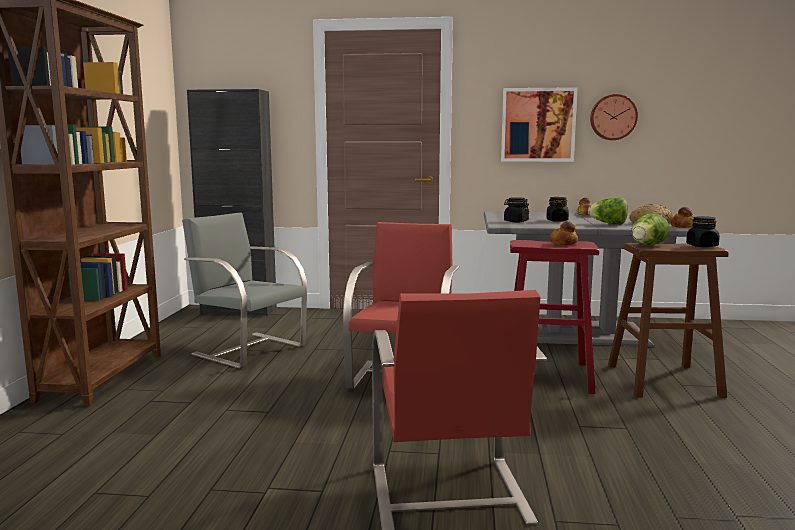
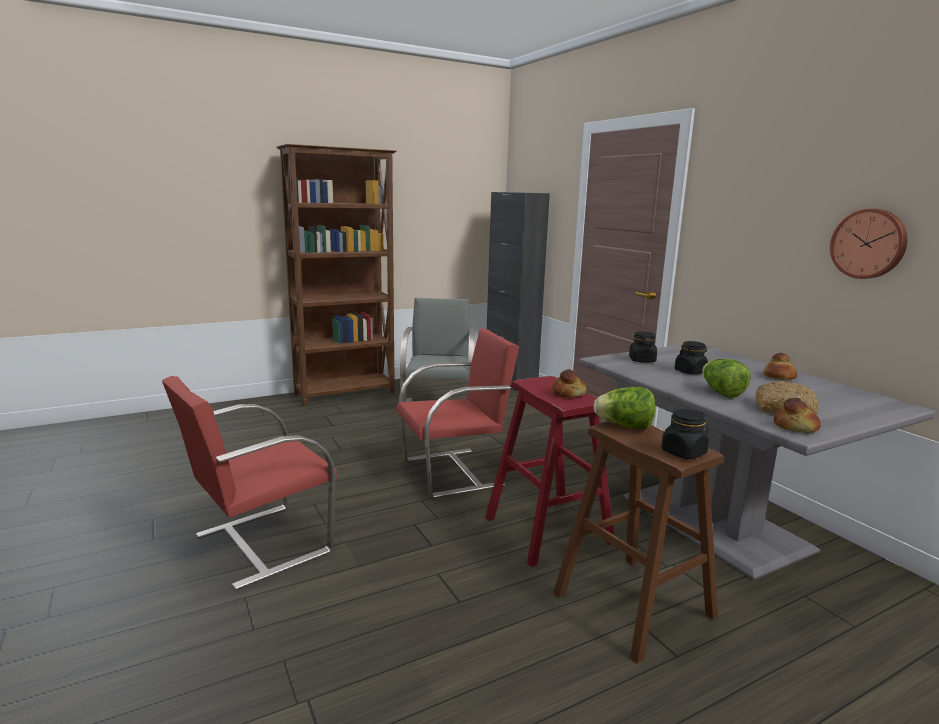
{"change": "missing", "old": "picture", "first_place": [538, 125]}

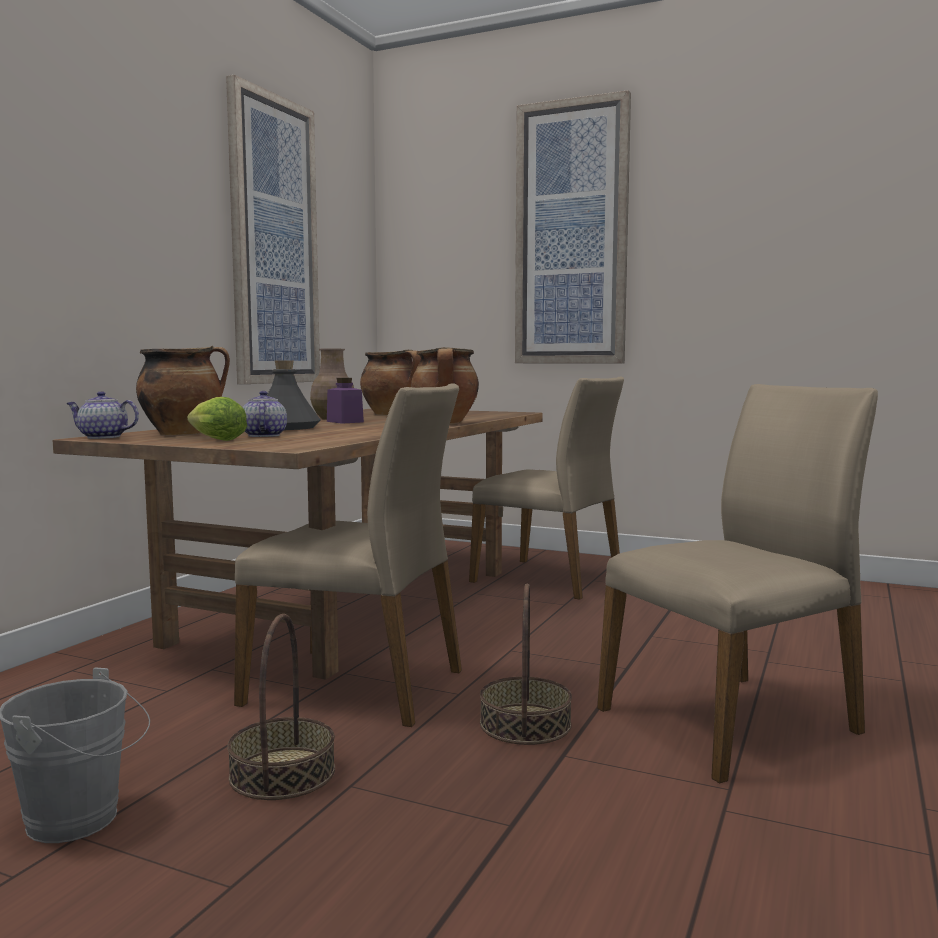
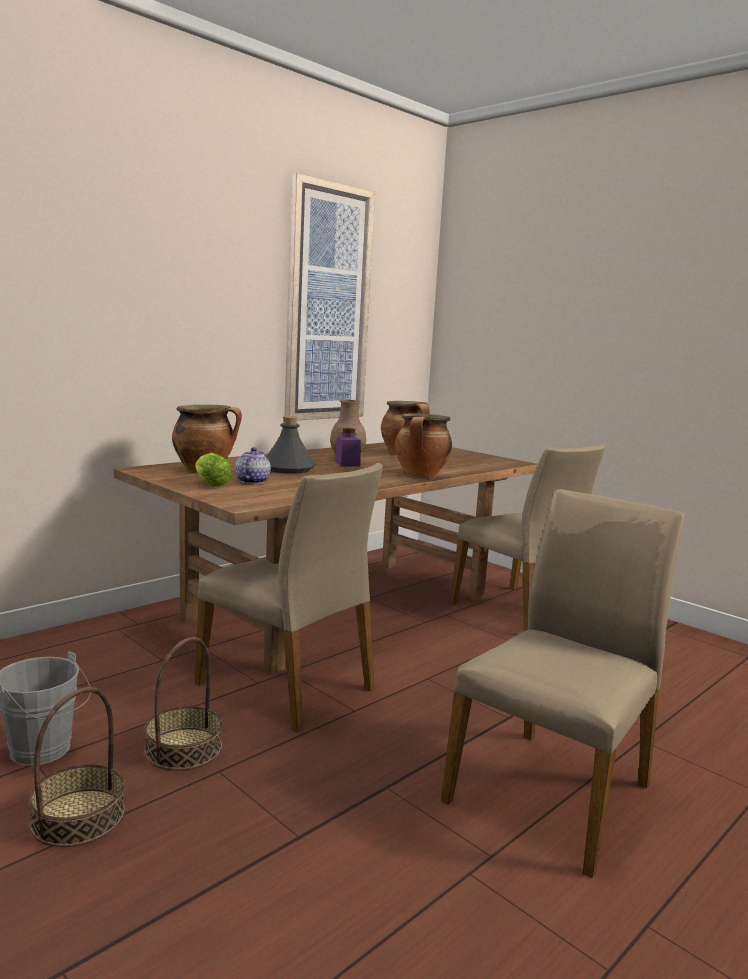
{"change": "relocated", "old": "basket", "first_place": [525, 724], "second_place": [78, 817]}
{"change": "spun", "old": "beige chair", "first_place": [732, 721], "second_place": [553, 792], "degrees": -45}
{"change": "missing", "old": "teapot", "first_place": [102, 437]}
{"change": "missing", "old": "picture", "first_place": [571, 234]}

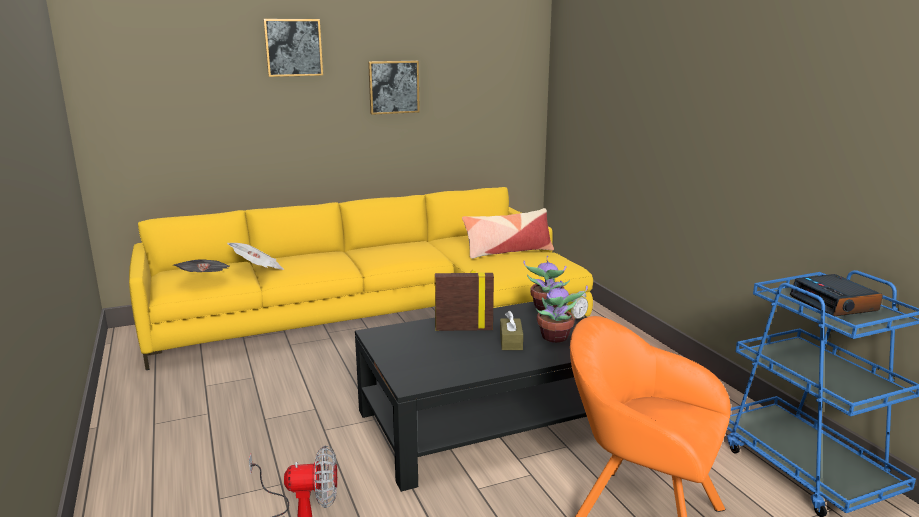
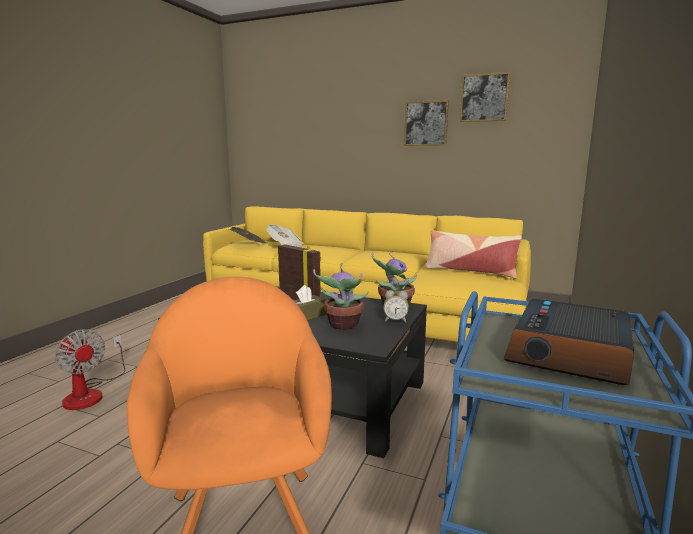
{"change": "relocated", "old": "picture", "first_place": [293, 47], "second_place": [484, 98]}

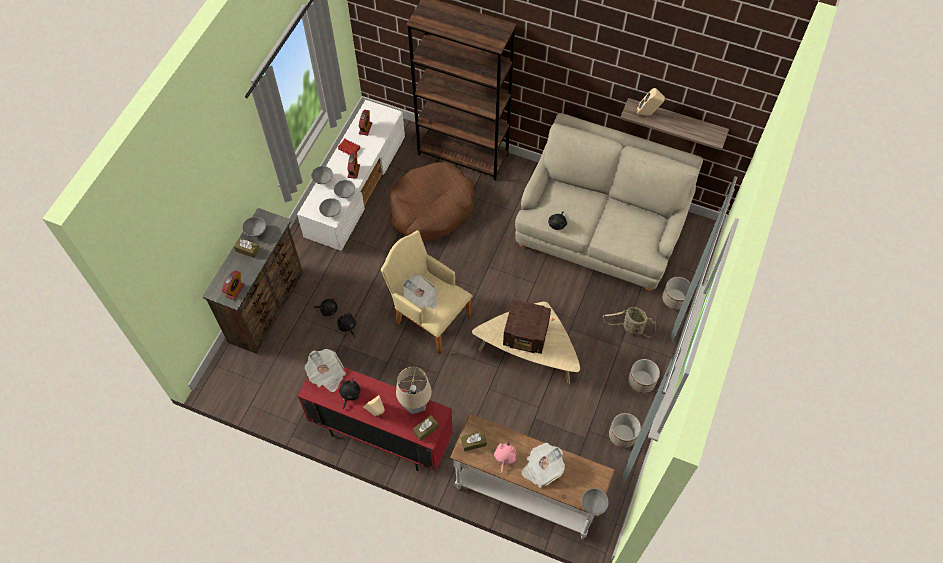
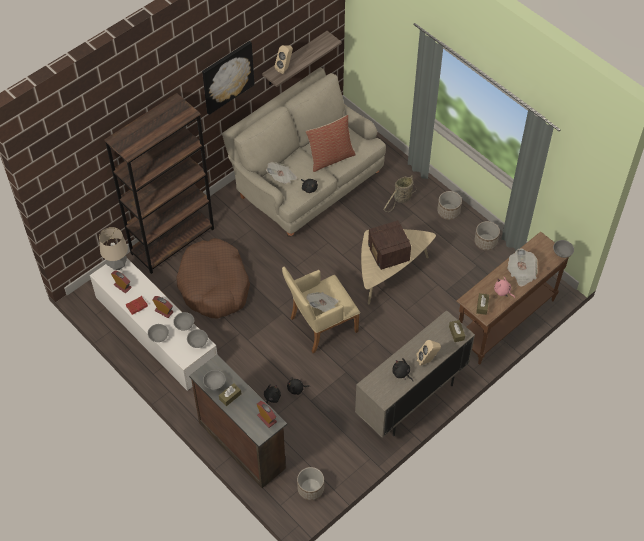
{"change": "relocated", "old": "table lamp", "first_place": [415, 405], "second_place": [117, 265]}
{"change": "appeared", "new": "picture", "second_place": [227, 77]}
{"change": "relocated", "old": "newspaper", "first_place": [327, 375], "second_place": [282, 178]}
{"change": "relocated", "old": "planter", "first_place": [675, 299], "second_place": [310, 488]}
{"change": "appeared", "new": "pillow", "second_place": [330, 158]}
{"change": "colour", "old": "red cabinet", "new": "beige cabinet", "first_place": [382, 436], "second_place": [411, 399]}
{"change": "spun", "old": "radio", "first_place": [526, 335], "second_place": [388, 254], "degrees": 120}
{"change": "colour", "old": "white console table", "new": "brown console table", "first_place": [526, 494], "second_place": [504, 320]}

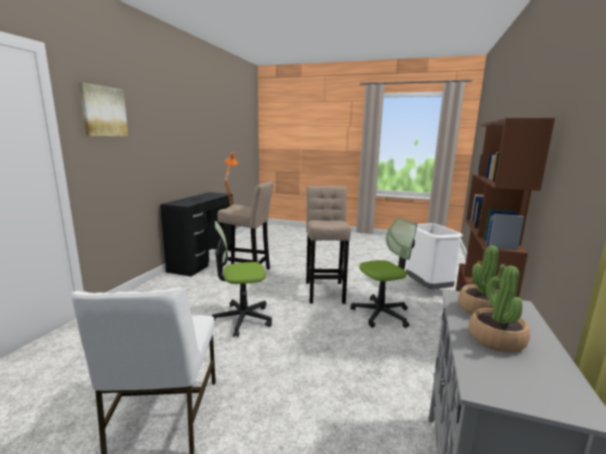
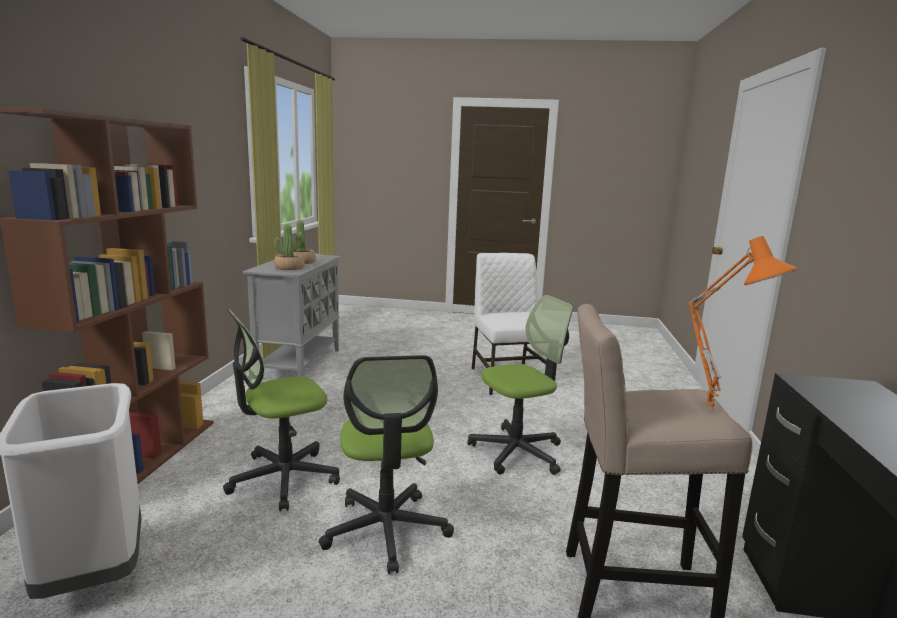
{"change": "exchanged", "old": "beige stool", "new": "office chair", "first_place": [325, 291], "second_place": [386, 530]}
{"change": "missing", "old": "picture", "first_place": [103, 111]}

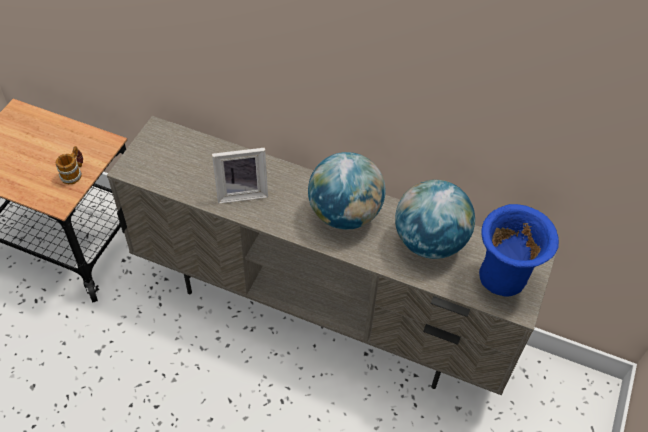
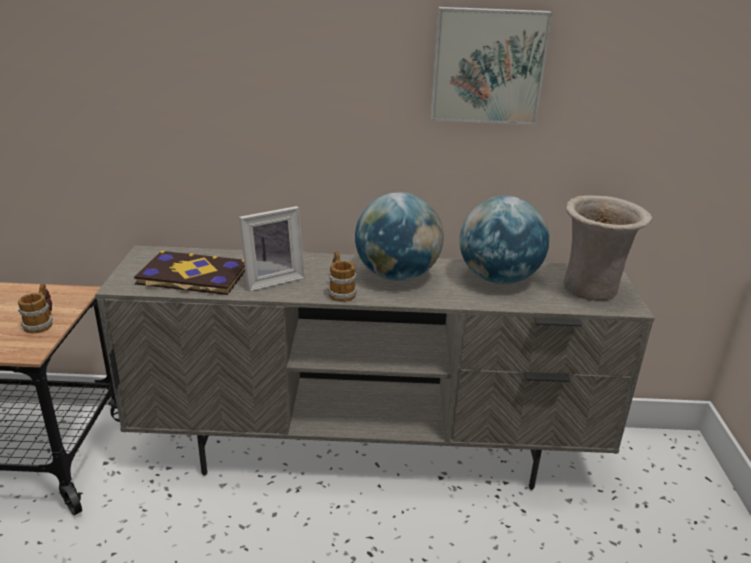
{"change": "appeared", "new": "book", "second_place": [192, 276]}
{"change": "appeared", "new": "mug", "second_place": [340, 292]}
{"change": "appeared", "new": "picture", "second_place": [487, 66]}
{"change": "colour", "old": "blue vase", "new": "beige vase", "first_place": [503, 279], "second_place": [592, 290]}

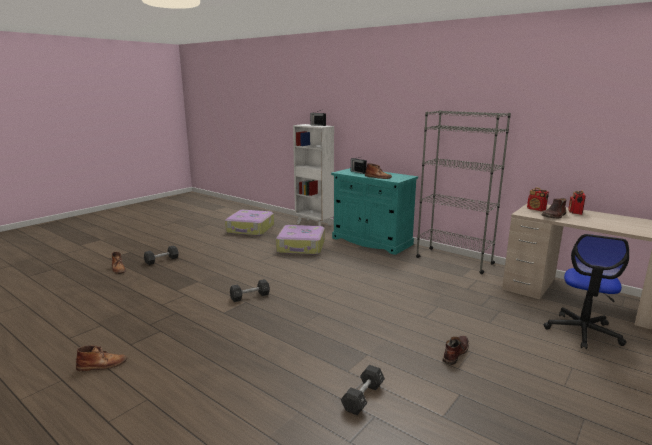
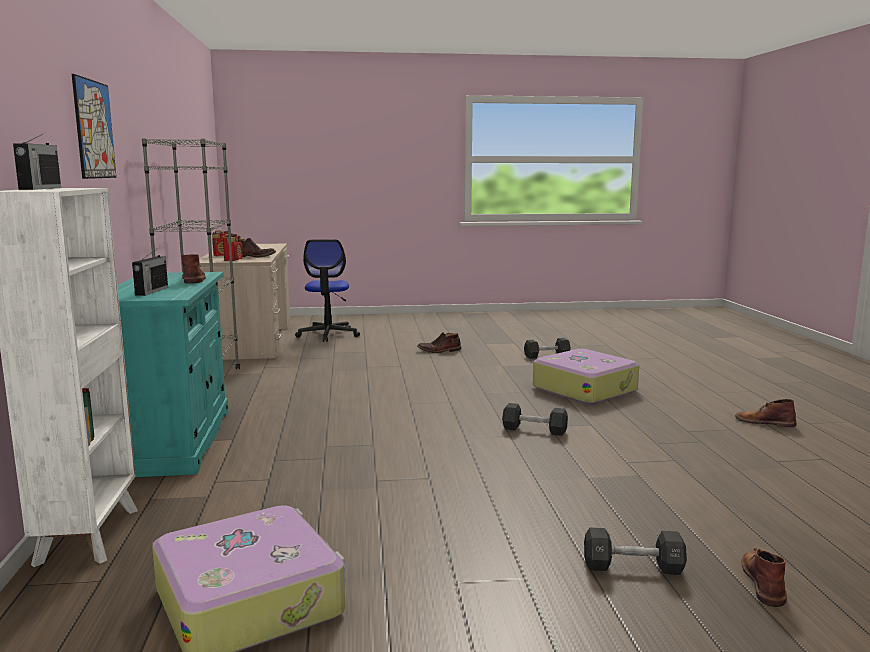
{"change": "appeared", "new": "picture", "second_place": [94, 129]}
{"change": "spun", "old": "office chair", "first_place": [582, 332], "second_place": [328, 335], "degrees": 105}
{"change": "relocated", "old": "suitcase", "first_place": [301, 247], "second_place": [585, 388]}

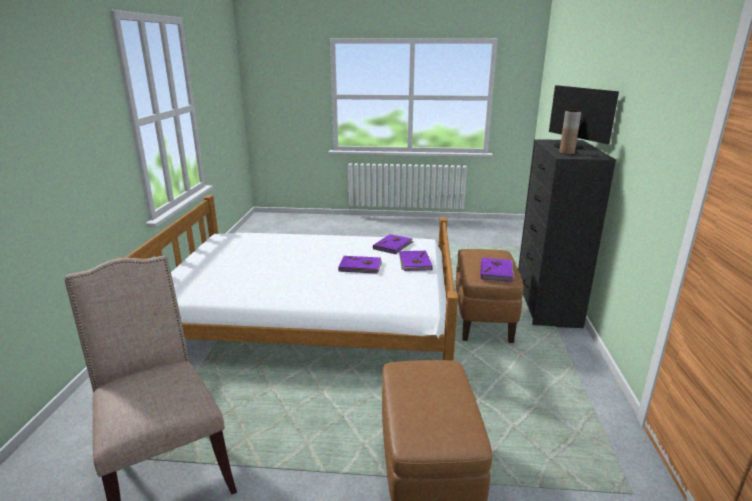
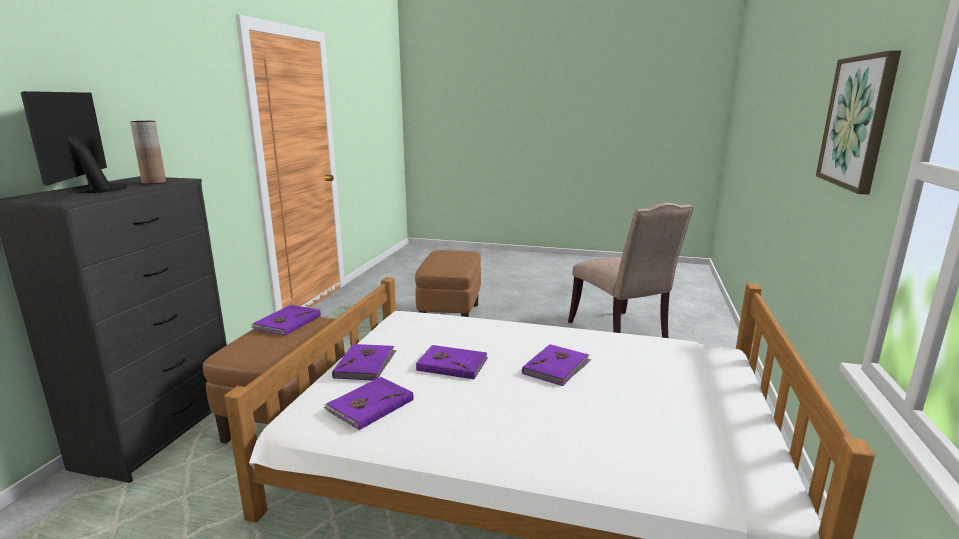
{"change": "appeared", "new": "purple book", "second_place": [557, 367]}
{"change": "appeared", "new": "picture", "second_place": [858, 122]}

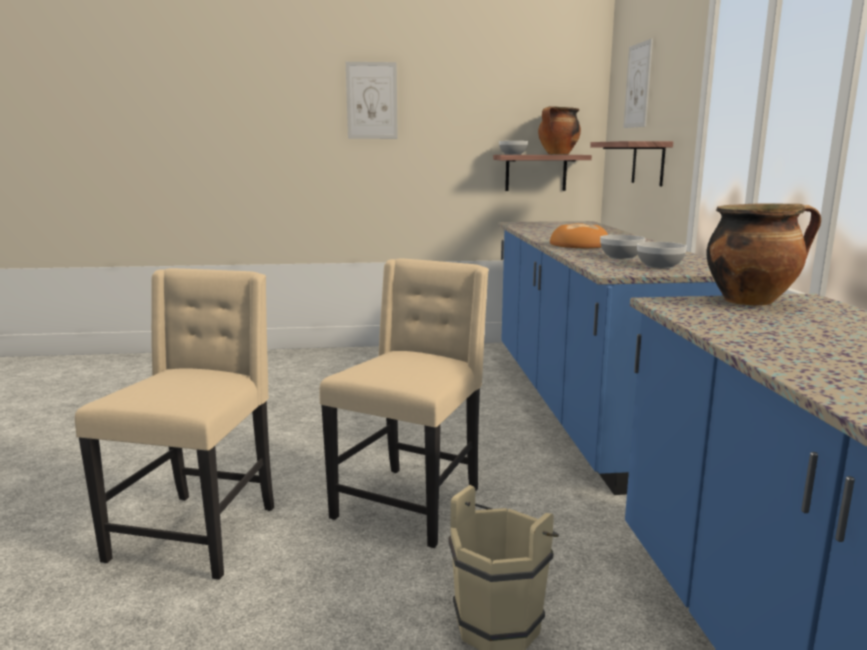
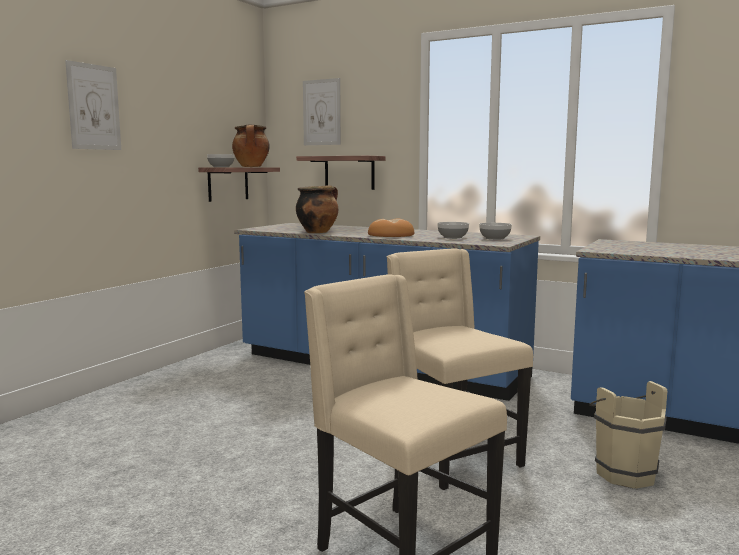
{"change": "relocated", "old": "cooking pot", "first_place": [751, 301], "second_place": [317, 232]}

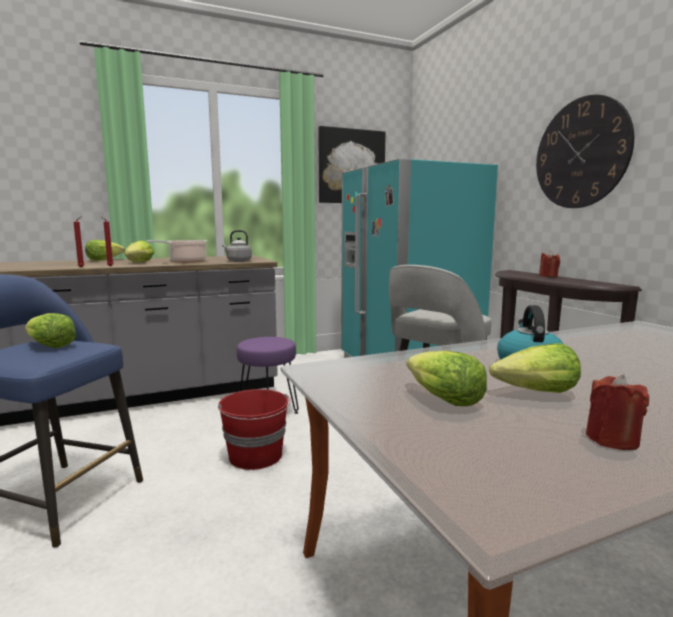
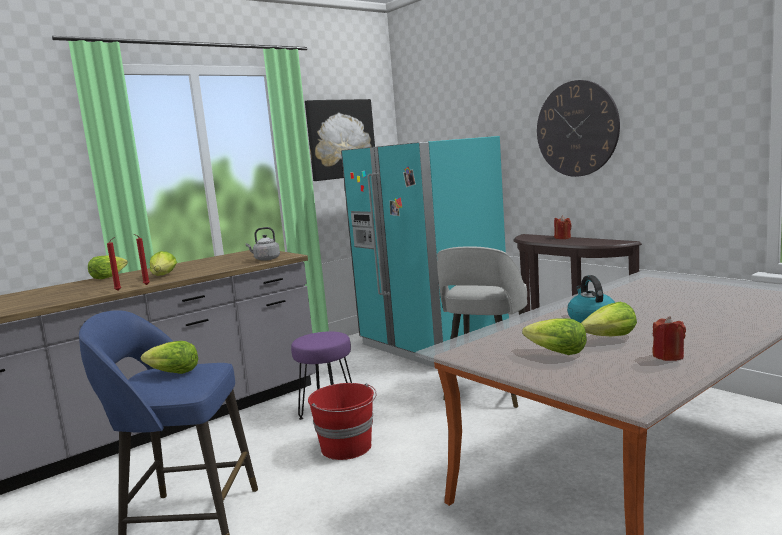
{"change": "missing", "old": "cooking pot", "first_place": [186, 261]}

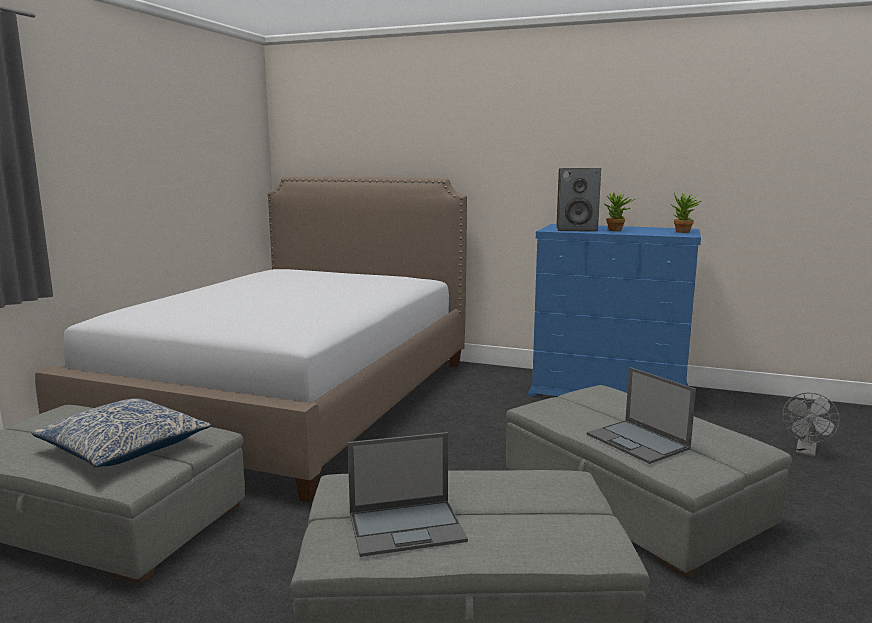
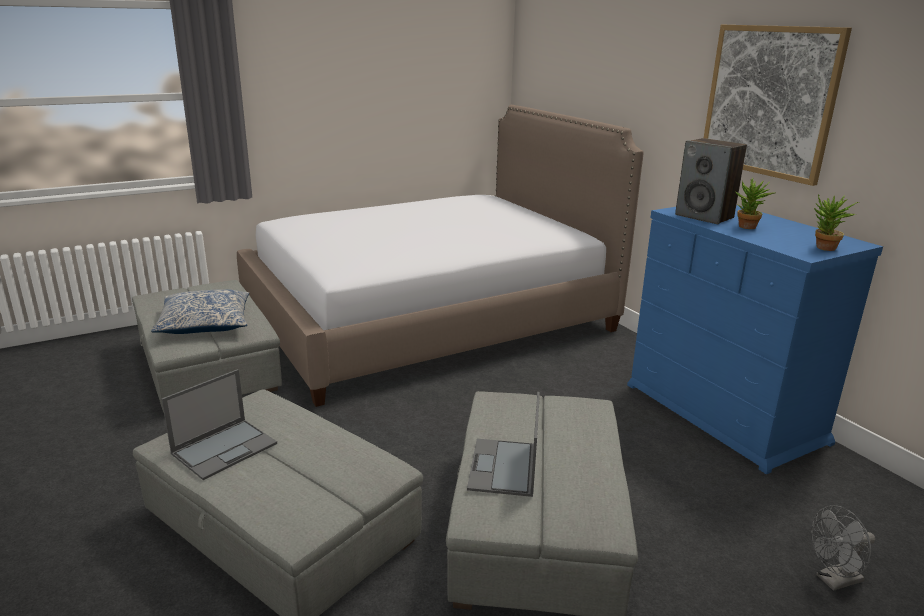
{"change": "spun", "old": "laptop", "first_place": [408, 527], "second_place": [225, 448], "degrees": -75}
{"change": "appeared", "new": "picture", "second_place": [769, 101]}

